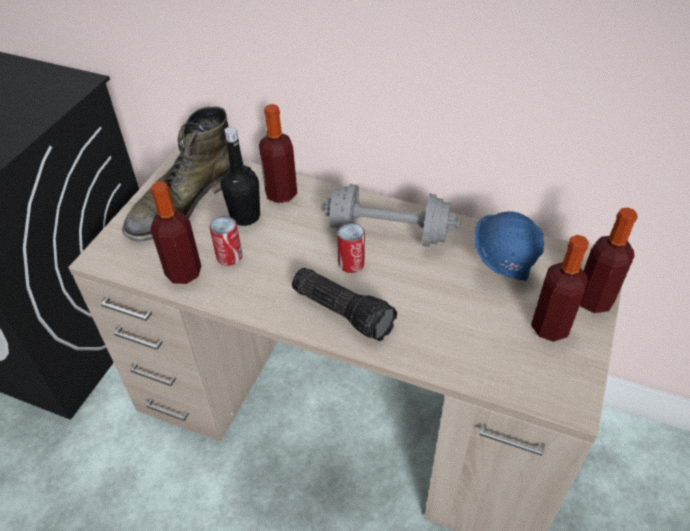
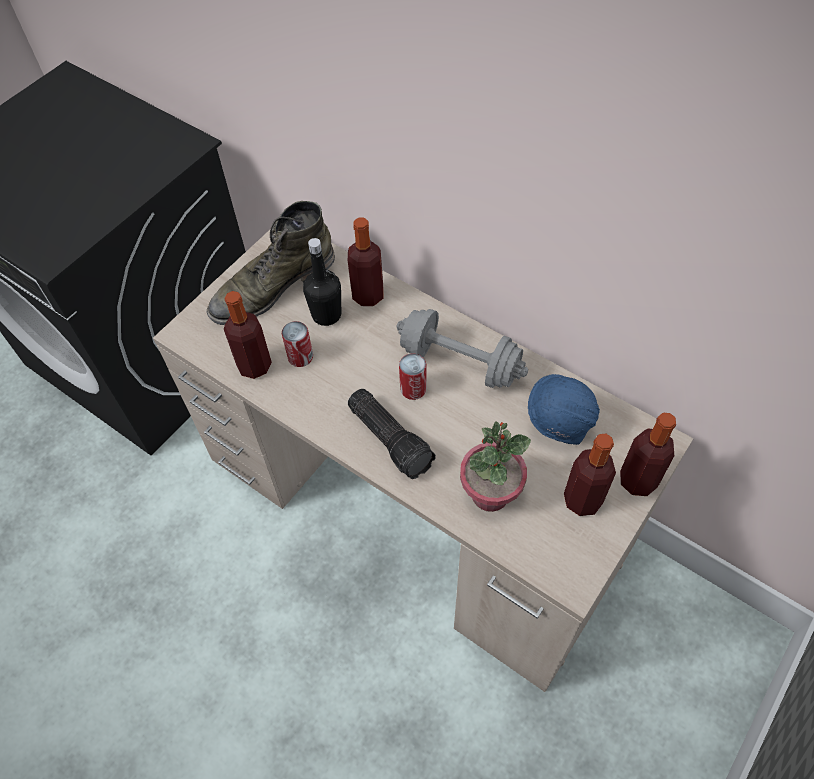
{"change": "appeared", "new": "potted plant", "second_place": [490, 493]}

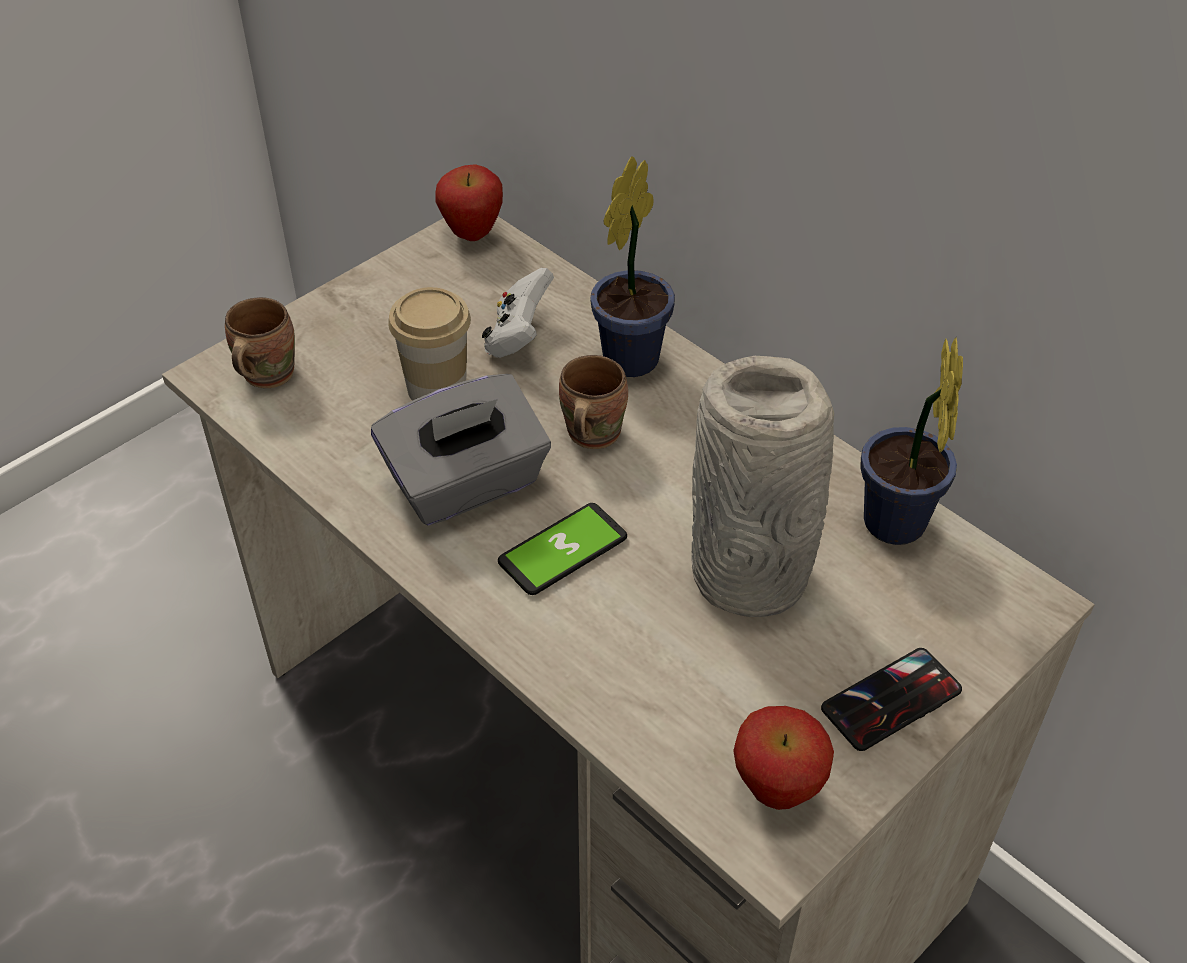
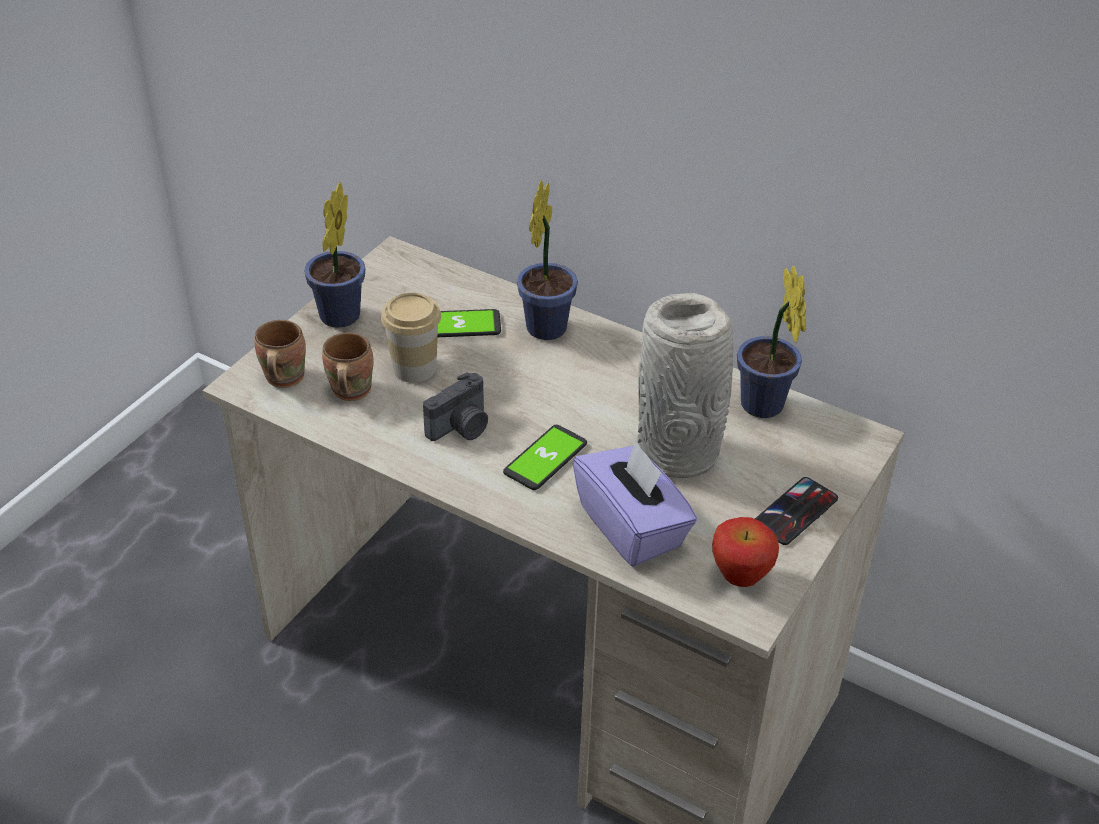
{"change": "appeared", "new": "potted plant", "second_place": [337, 319]}
{"change": "relocated", "old": "brown mug", "first_place": [589, 434], "second_place": [348, 391]}
{"change": "exchanged", "old": "grey tissue box", "new": "photo camera", "first_place": [466, 484], "second_place": [461, 428]}
{"change": "exchanged", "old": "white game controller", "new": "phone", "first_place": [518, 337], "second_place": [460, 325]}
{"change": "appeared", "new": "purple tissue box", "second_place": [632, 527]}
{"change": "missing", "old": "apple", "first_place": [472, 234]}

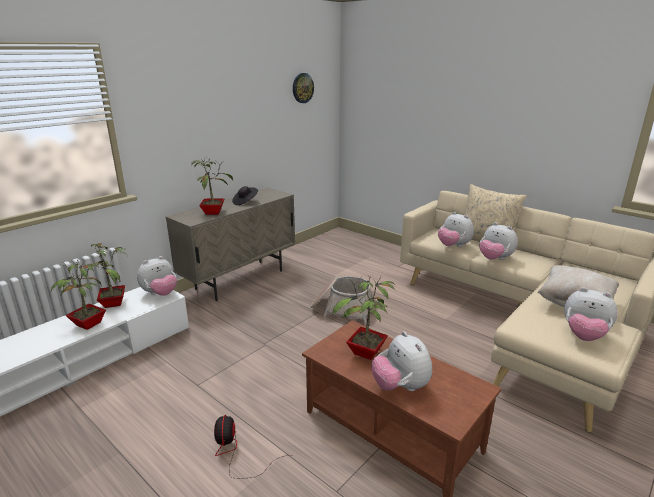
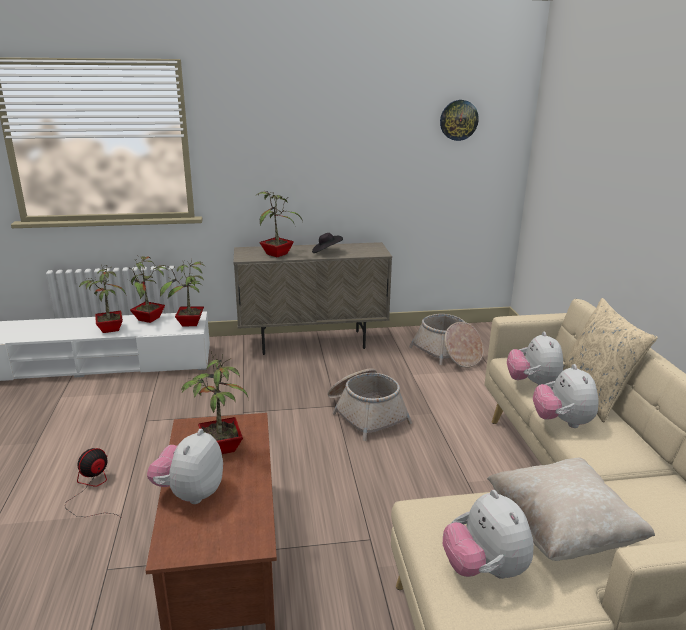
{"change": "exchanged", "old": "plush toy", "new": "potted plant", "first_place": [160, 294], "second_place": [190, 324]}
{"change": "appeared", "new": "basket", "second_place": [447, 354]}

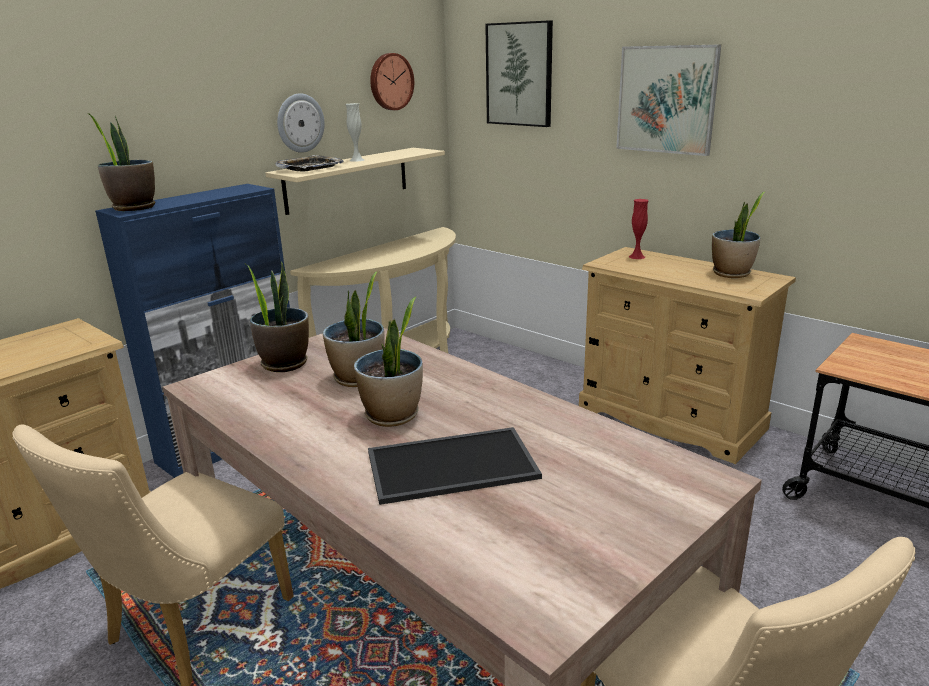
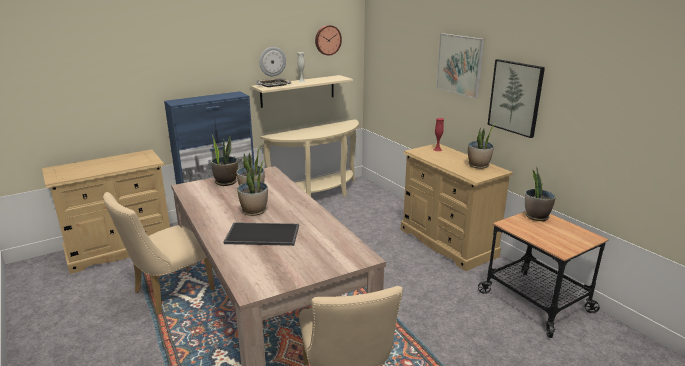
{"change": "relocated", "old": "picture", "first_place": [519, 74], "second_place": [515, 97]}
{"change": "relocated", "old": "potted plant", "first_place": [134, 208], "second_place": [536, 216]}

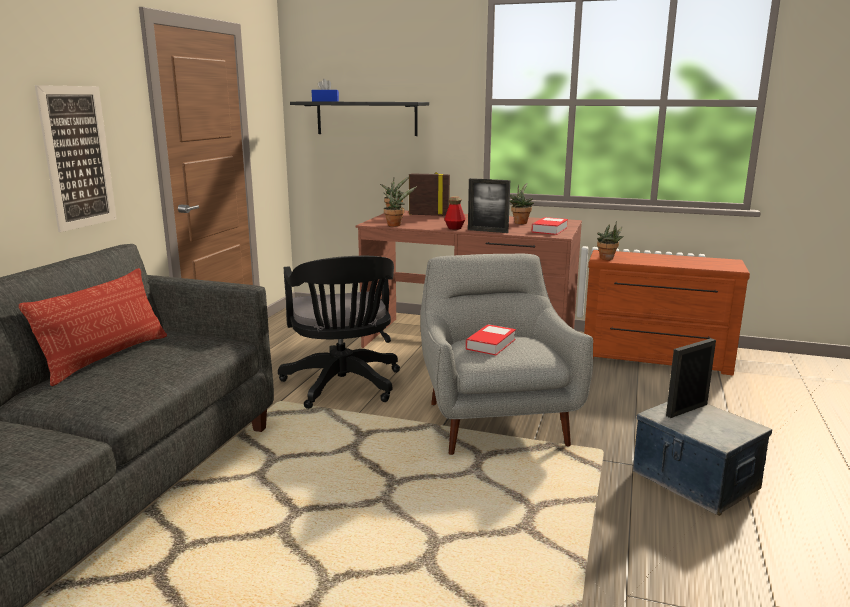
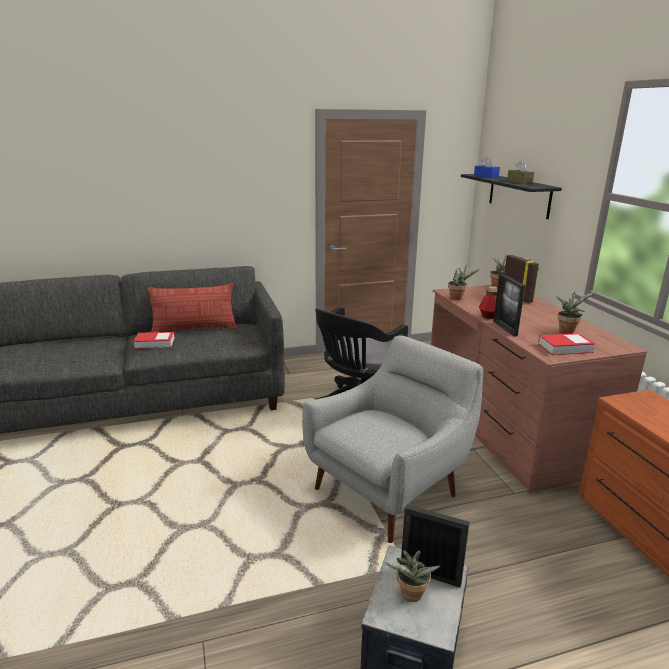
{"change": "relocated", "old": "book", "first_place": [491, 344], "second_place": [155, 343]}
{"change": "relocated", "old": "potted plant", "first_place": [608, 259], "second_place": [410, 596]}
{"change": "appeared", "new": "brown tissue box", "second_place": [519, 181]}
{"change": "missing", "old": "picture", "first_place": [78, 157]}

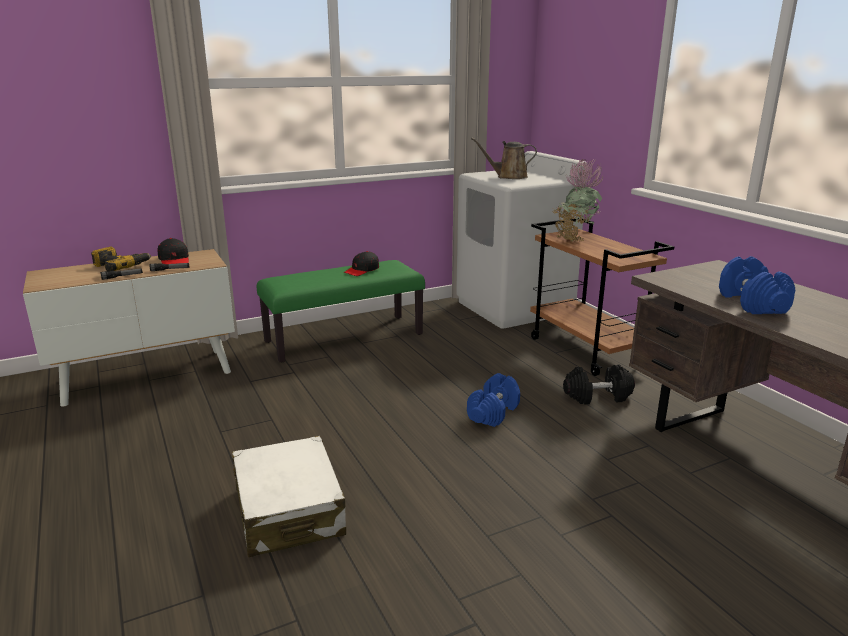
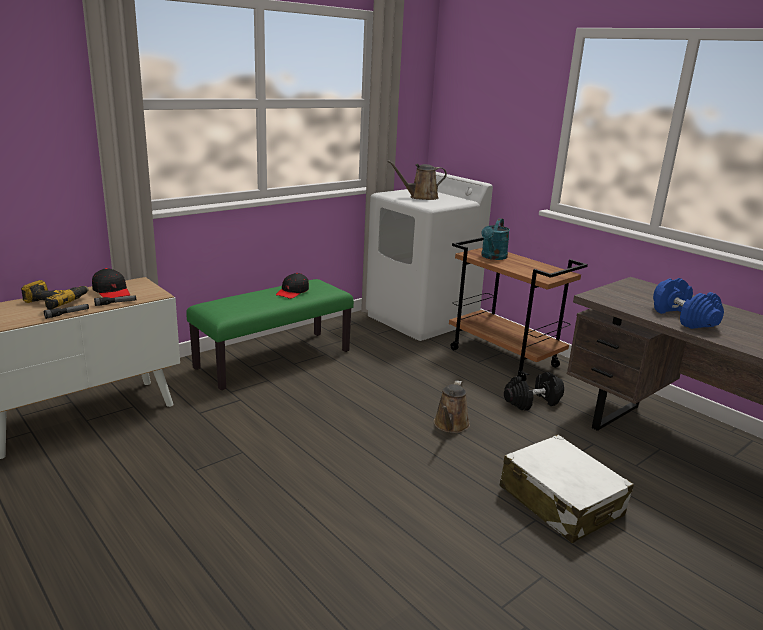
{"change": "exchanged", "old": "blue dumbbell", "new": "brown watering can", "first_place": [493, 413], "second_place": [450, 425]}
{"change": "exchanged", "old": "potted plant", "new": "turquoise watering can", "first_place": [574, 239], "second_place": [492, 257]}
{"change": "relocated", "old": "white suitcase", "first_place": [289, 511], "second_place": [560, 501]}

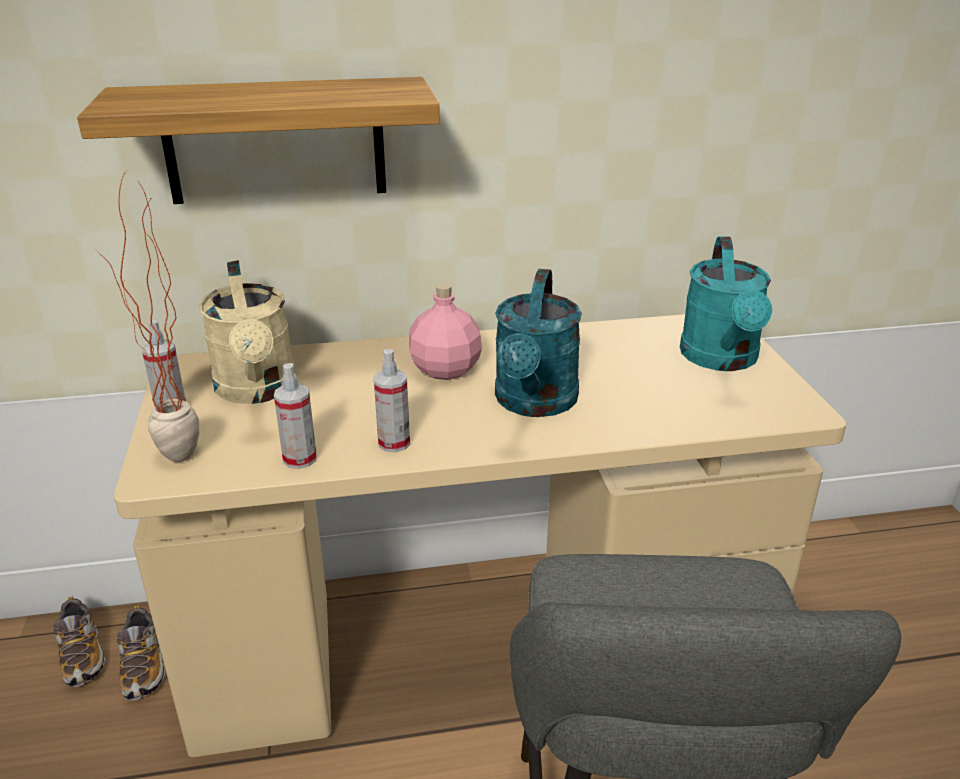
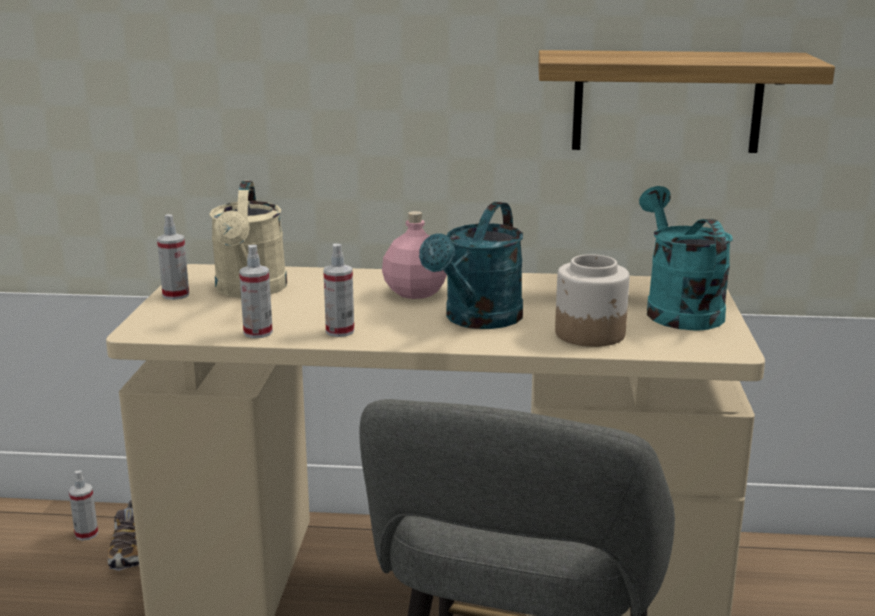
{"change": "exchanged", "old": "shoe", "new": "spray bottle", "first_place": [82, 655], "second_place": [86, 534]}
{"change": "relocated", "old": "shelf", "first_place": [275, 141], "second_place": [667, 101]}
{"change": "appeared", "new": "jar", "second_place": [591, 334]}
{"change": "spun", "old": "turquoise watering can", "first_place": [722, 360], "second_place": [677, 309], "degrees": 150}
{"change": "missing", "old": "potted plant", "first_place": [178, 465]}

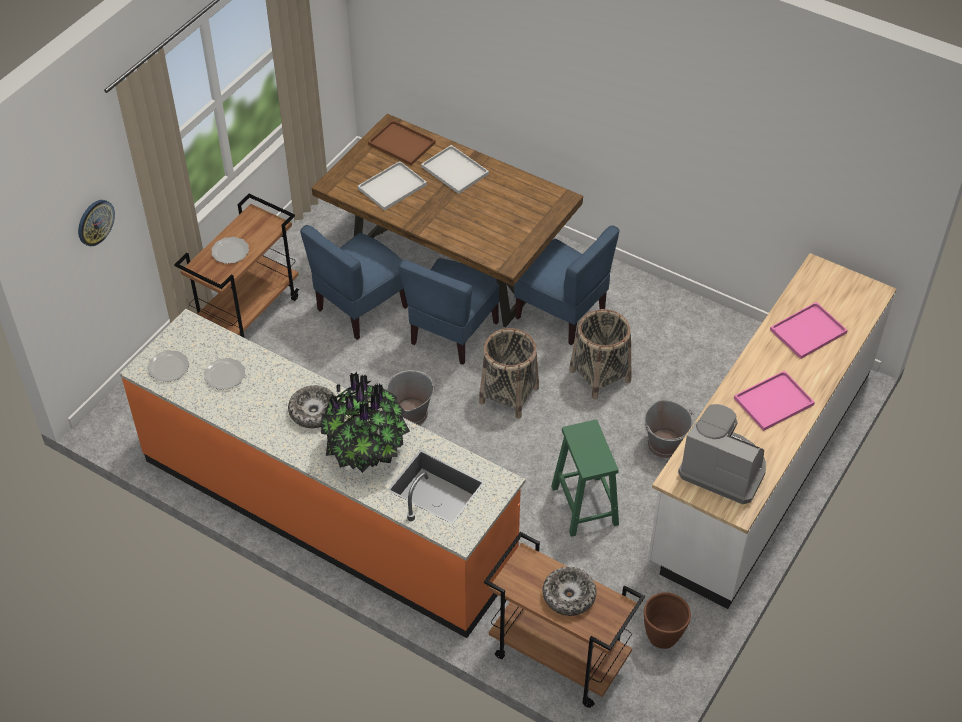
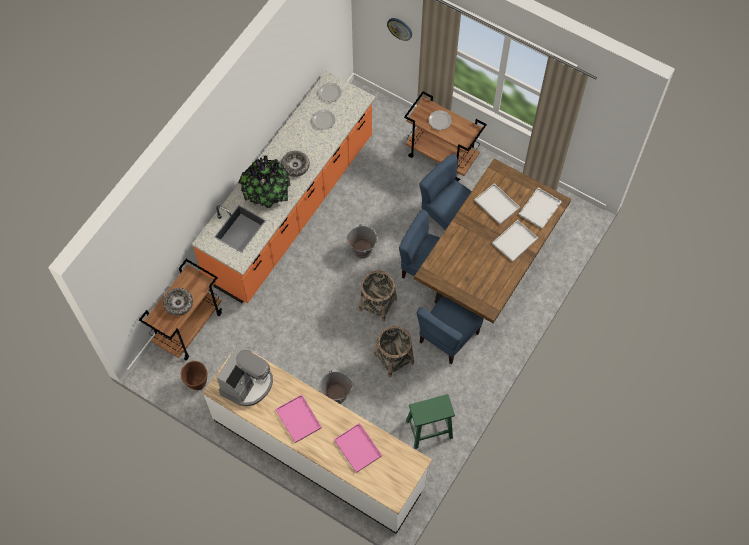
{"change": "relocated", "old": "green stool", "first_place": [585, 506], "second_place": [428, 429]}
{"change": "colour", "old": "brown tray", "new": "white tray", "first_place": [403, 144], "second_place": [539, 209]}

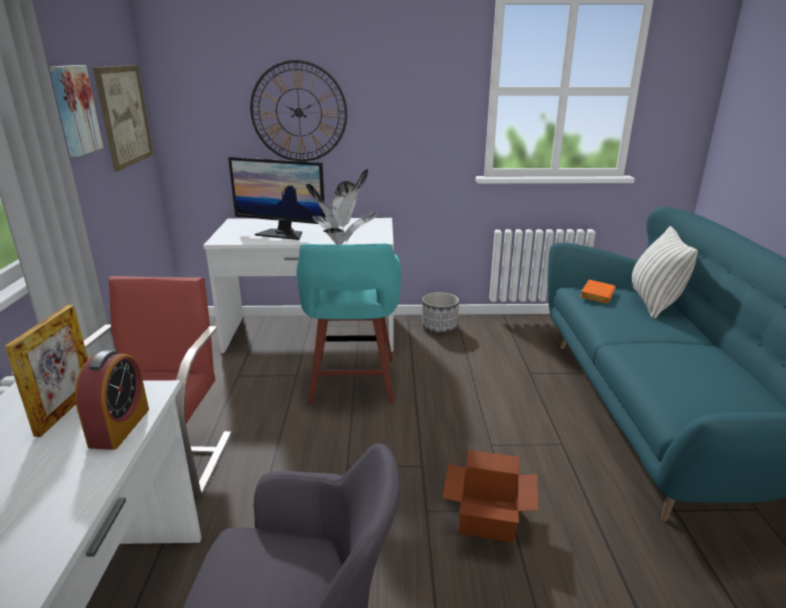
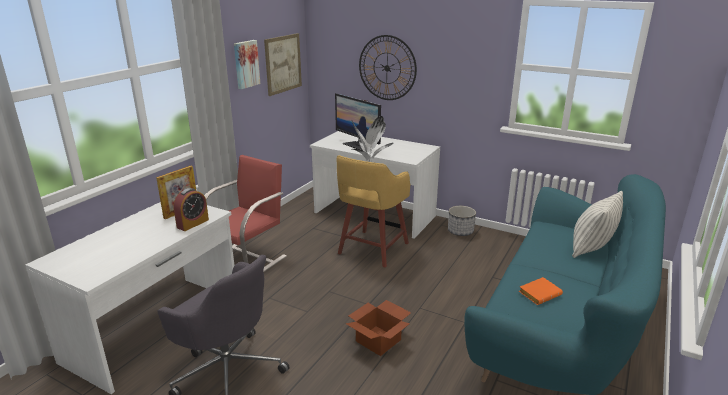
{"change": "colour", "old": "turquoise stool", "new": "yellow stool", "first_place": [352, 382], "second_place": [372, 249]}
{"change": "relocated", "old": "orange book", "first_place": [596, 294], "second_place": [539, 293]}

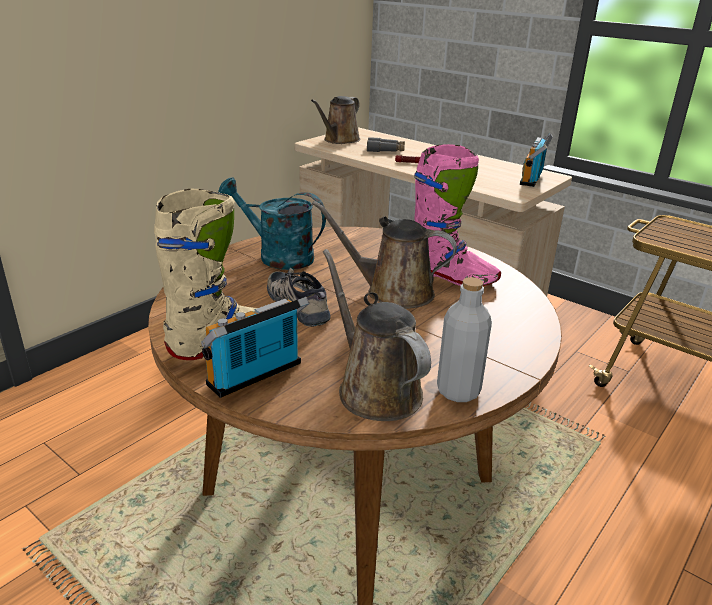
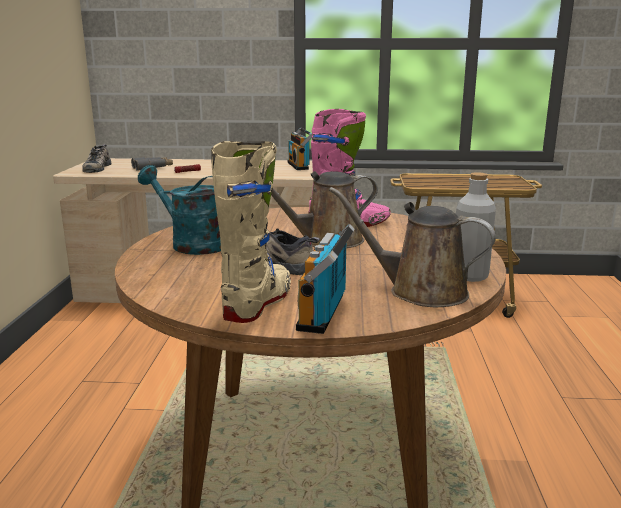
{"change": "exchanged", "old": "brown watering can", "new": "shoe", "first_place": [339, 140], "second_place": [96, 168]}
{"change": "spun", "old": "turquoise watering can", "first_place": [277, 256], "second_place": [191, 244], "degrees": 45}

